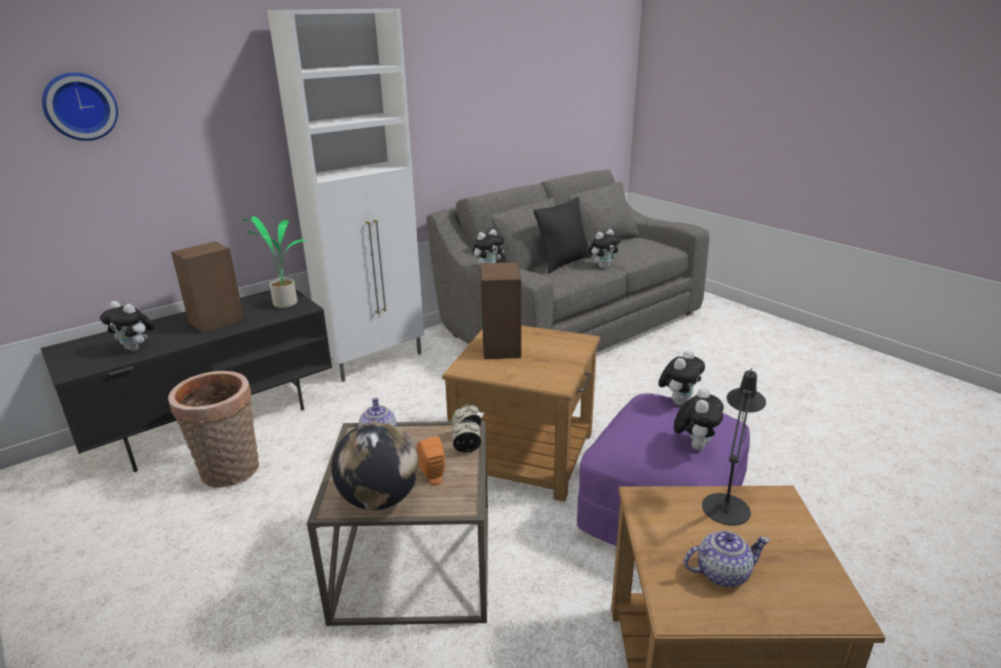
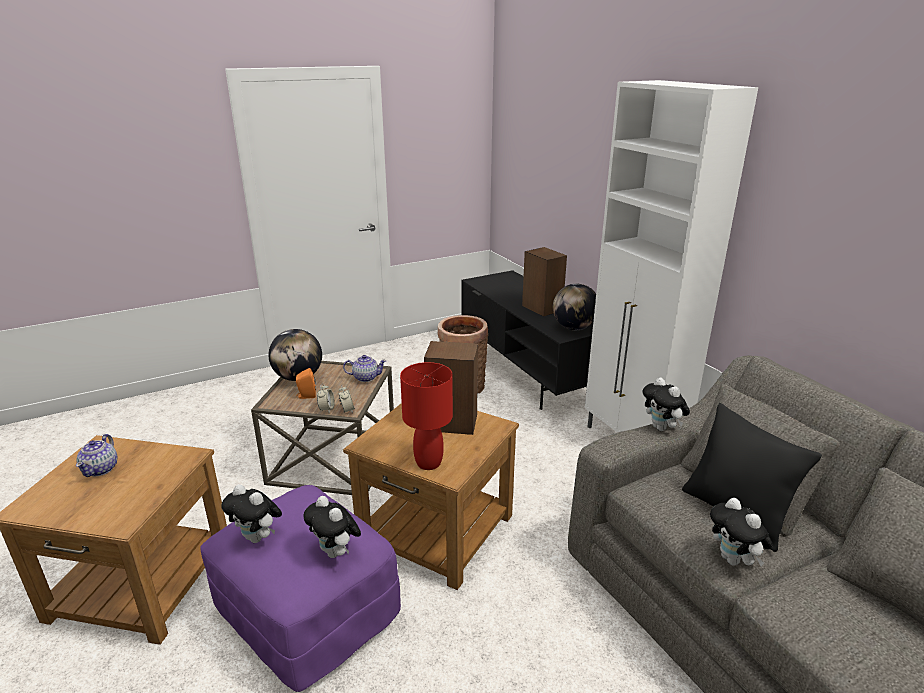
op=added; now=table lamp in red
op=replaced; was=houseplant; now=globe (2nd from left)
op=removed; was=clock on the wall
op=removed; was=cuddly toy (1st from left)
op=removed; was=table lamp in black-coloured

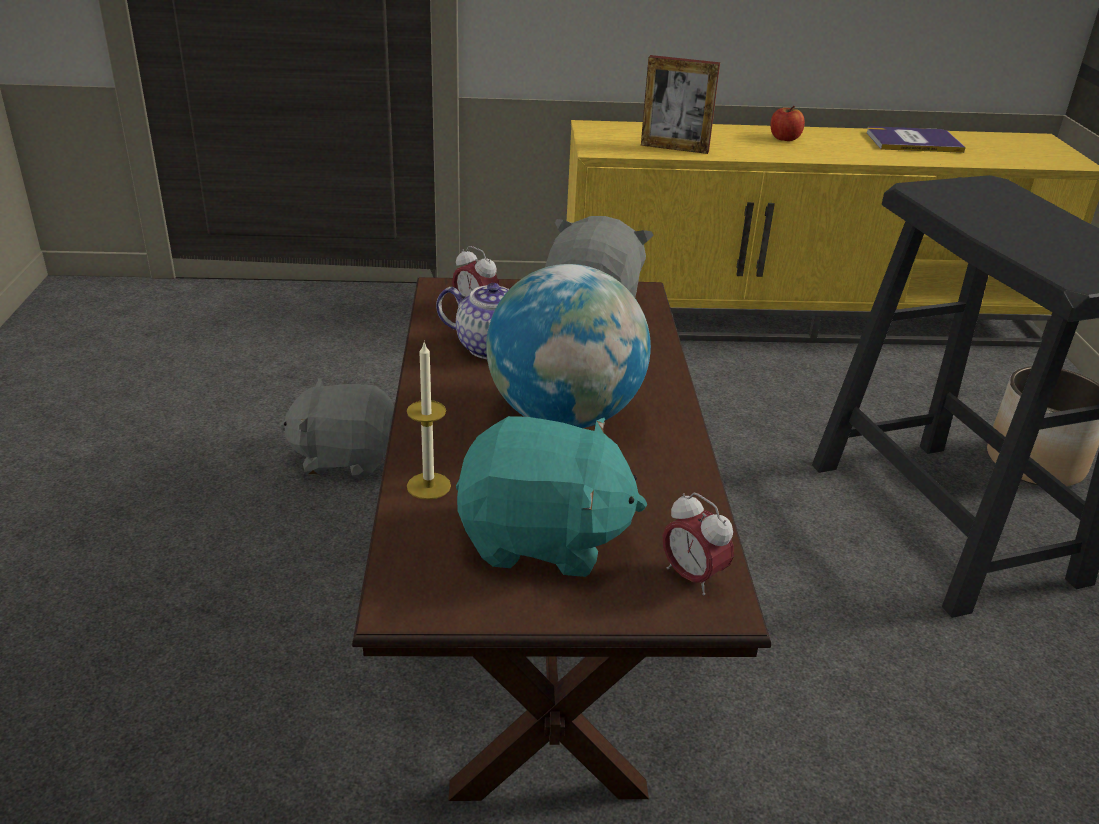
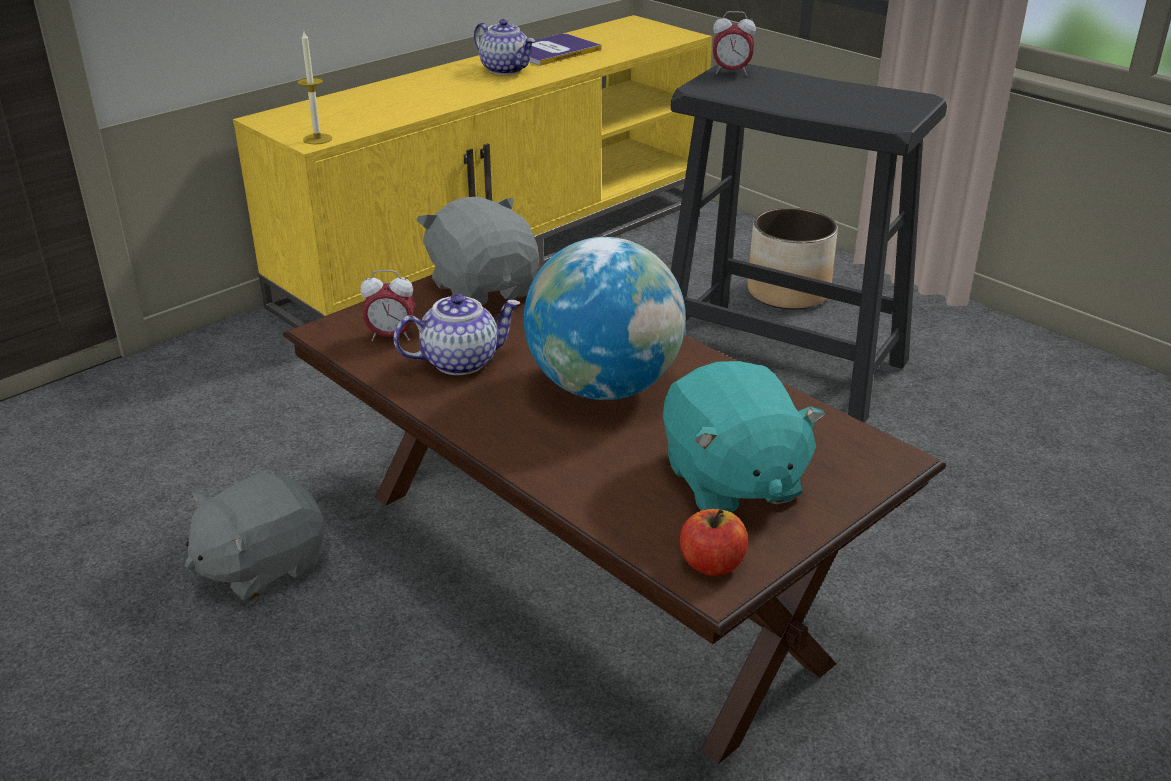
op=moved; was=candle
op=added; now=pot for tea (2nd from left)
op=turned; was=cuddly toy in blue-green; clockwise=105
op=moved; was=apple
op=moved; was=alarm clock (2nd from left)
op=removed; was=picture frame

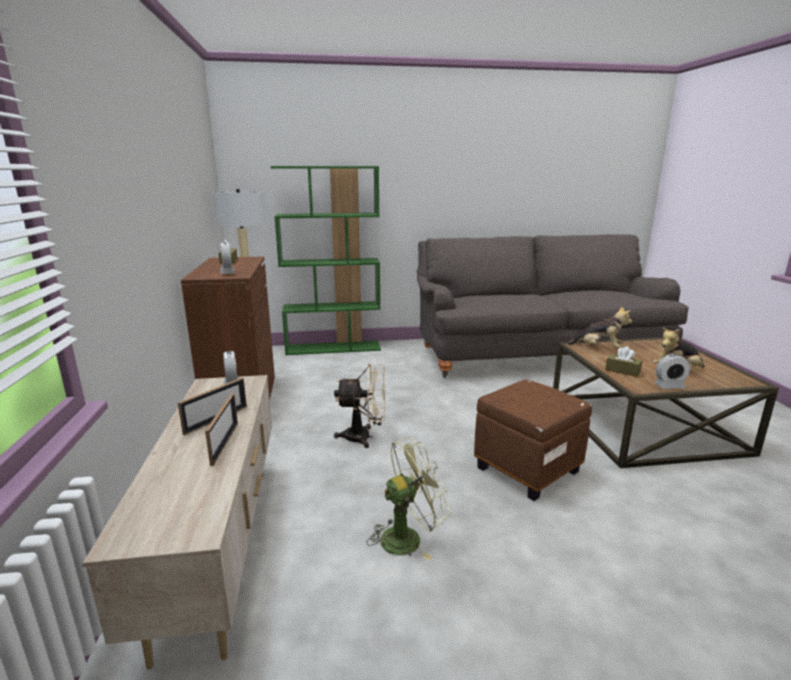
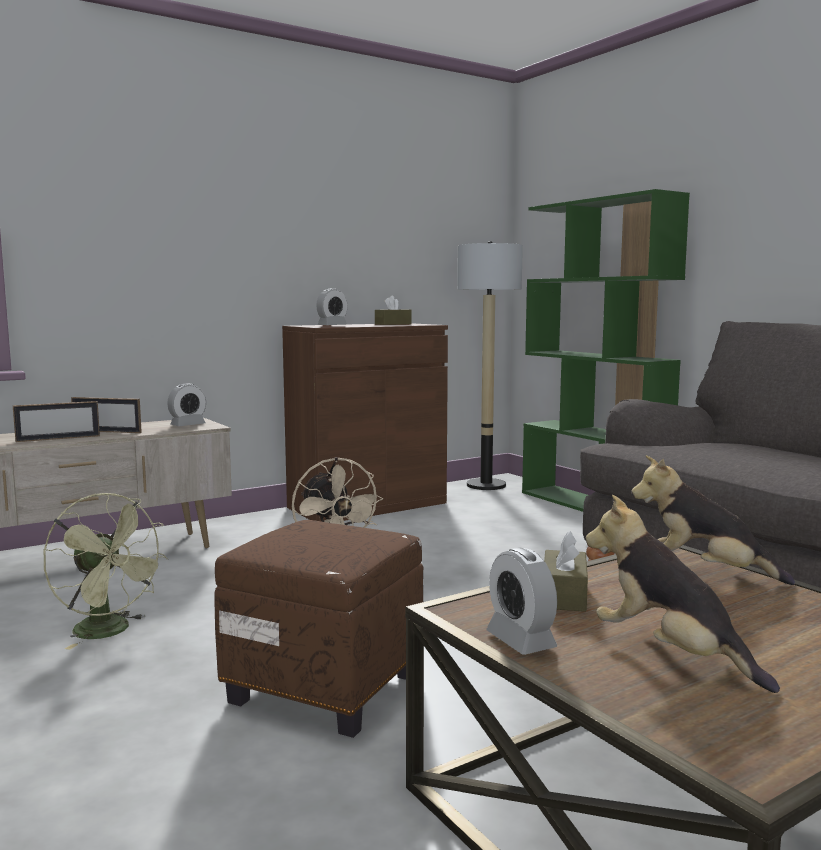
op=turned; was=cuddly toy (1st from left in the first image); clockwise=120

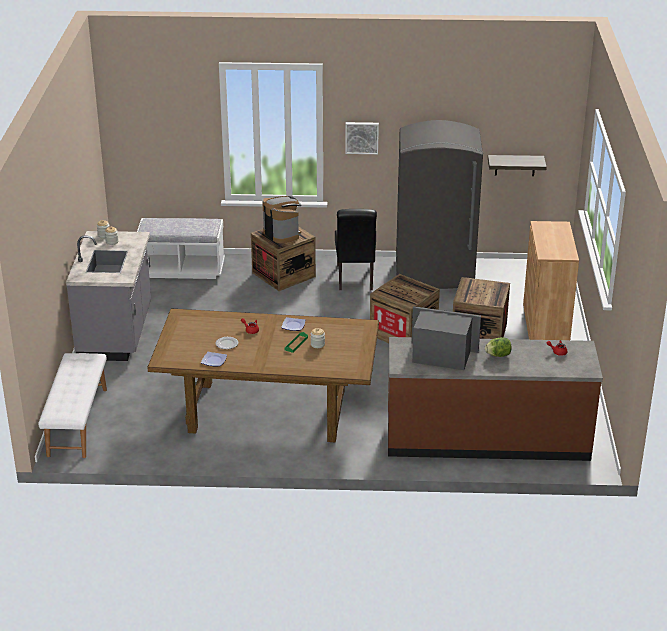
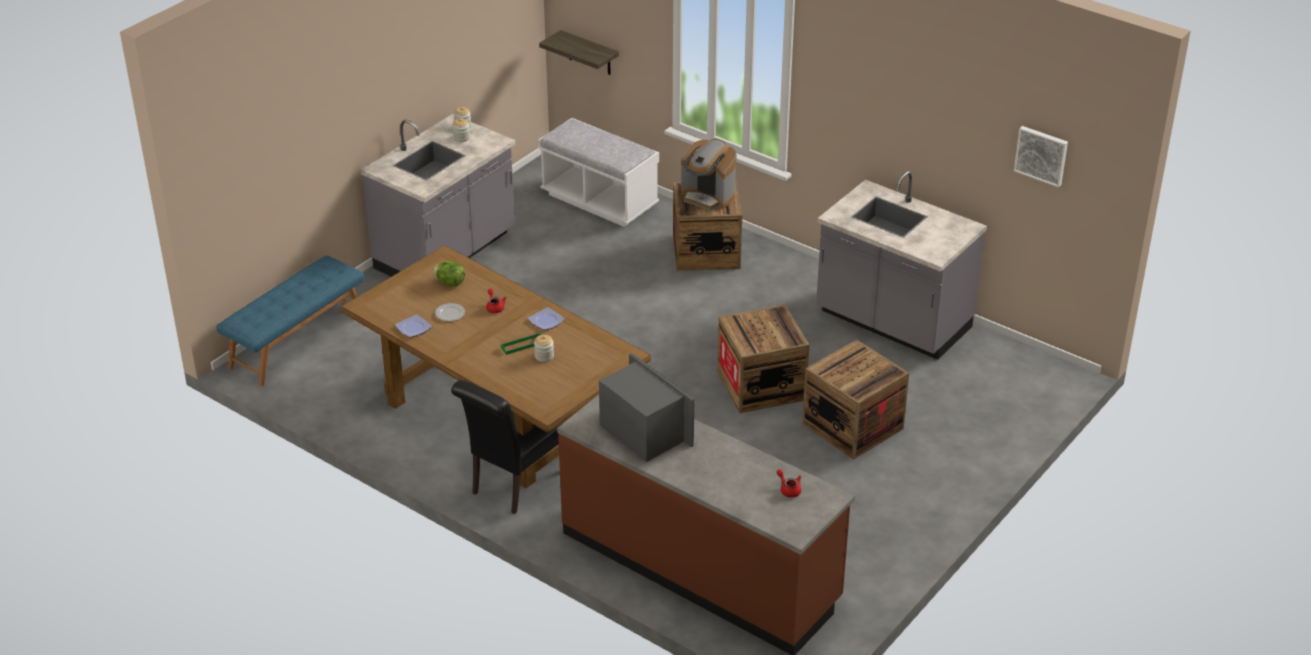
op=recoloured; was=indoor bench in white-coloured (1st from left); now=indoor bench in blue
op=moved; was=lettuce
op=moved; was=plain chair in black-coloured
op=moved; was=wall shelf
op=turned; was=coffee maker; clockwise=120
op=replaced; was=refrigerator in gray; now=counter in gray (2nd from left)
op=moved; was=wall art
op=removed; was=cupboard in brownish

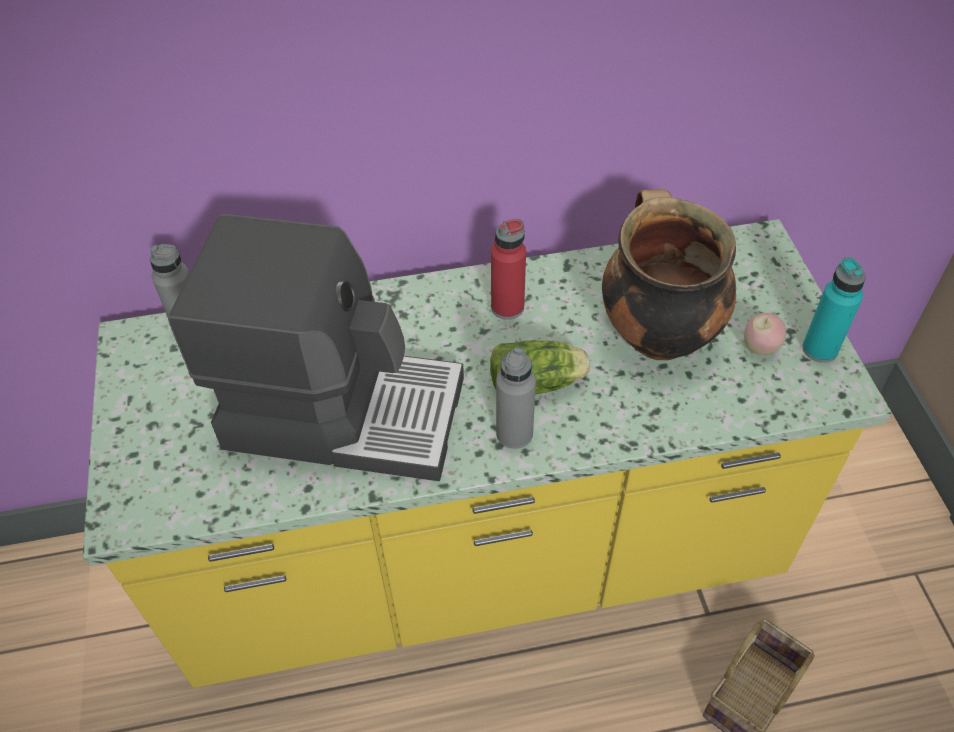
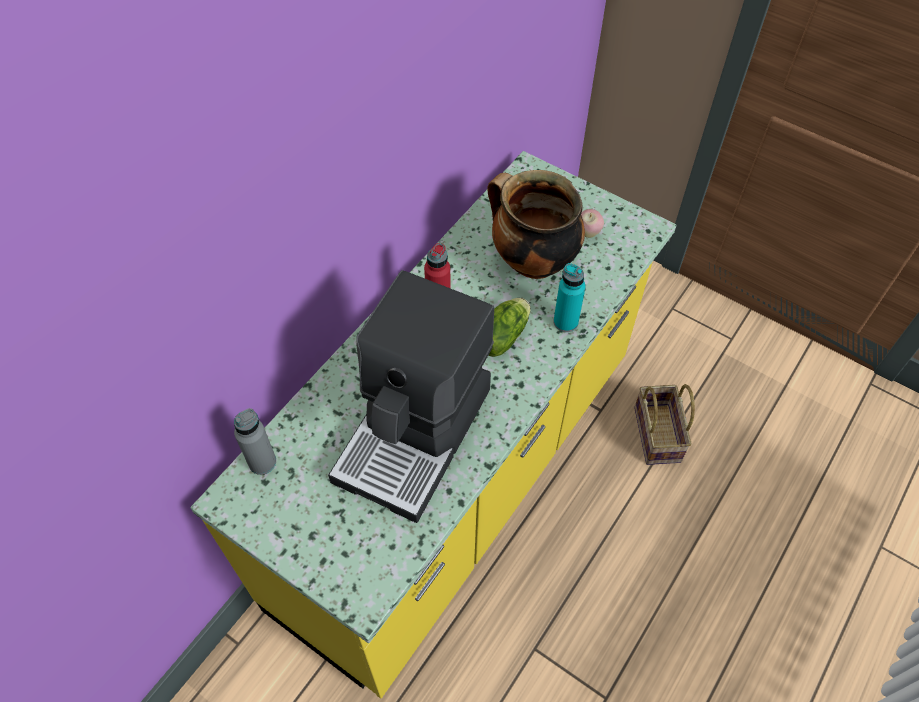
op=turned; was=coffee maker; clockwise=150
op=moved; was=beverage bottle in blue-green
op=removed; was=beverage bottle in gray (2nd from left)

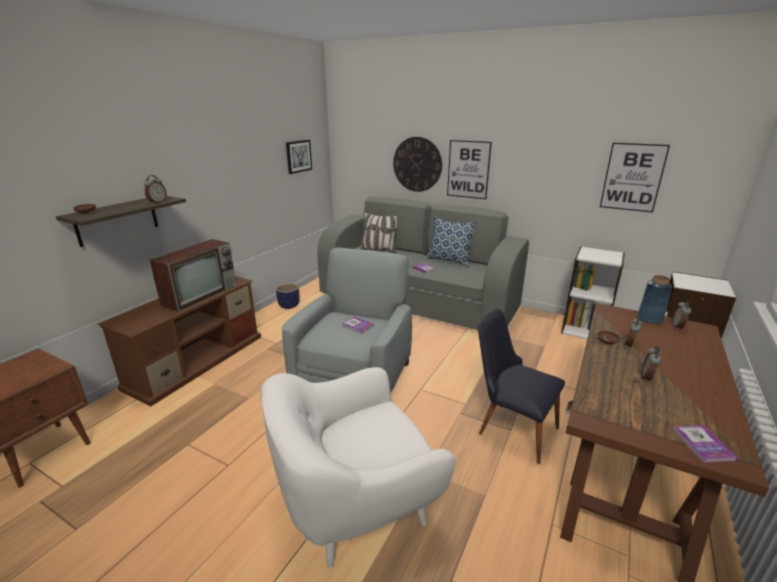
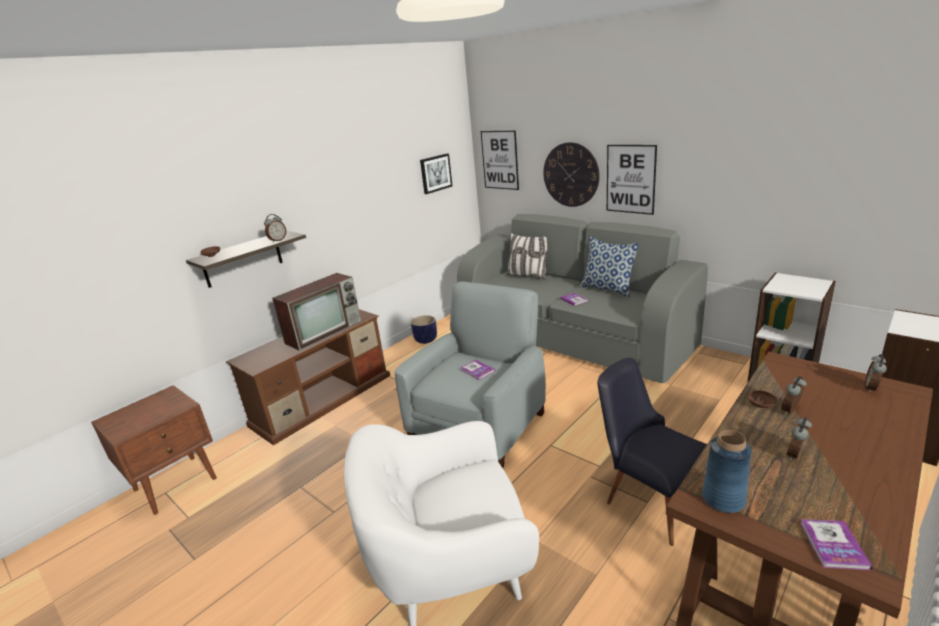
op=moved; was=wall art (3rd from left in the first image); now=wall art (2nd from left)
op=moved; was=flower vase in blue

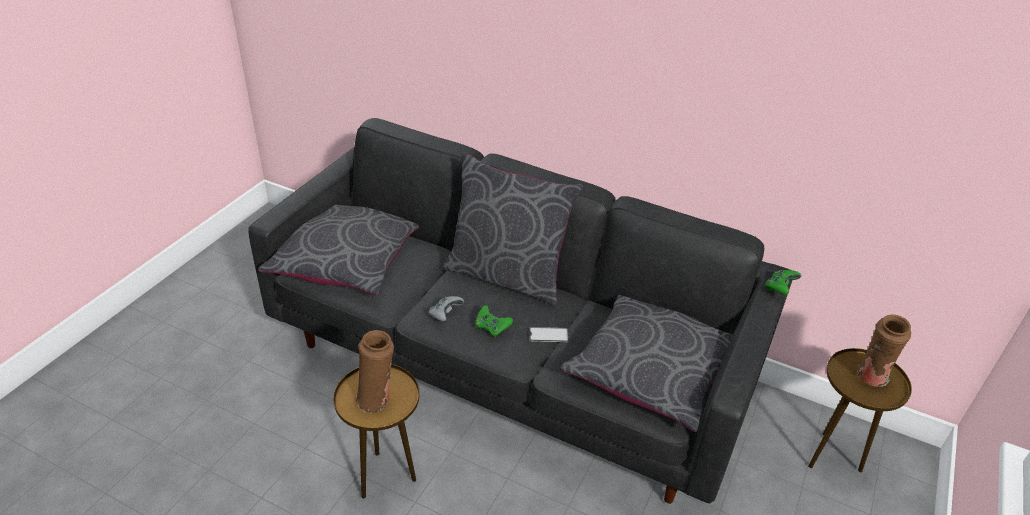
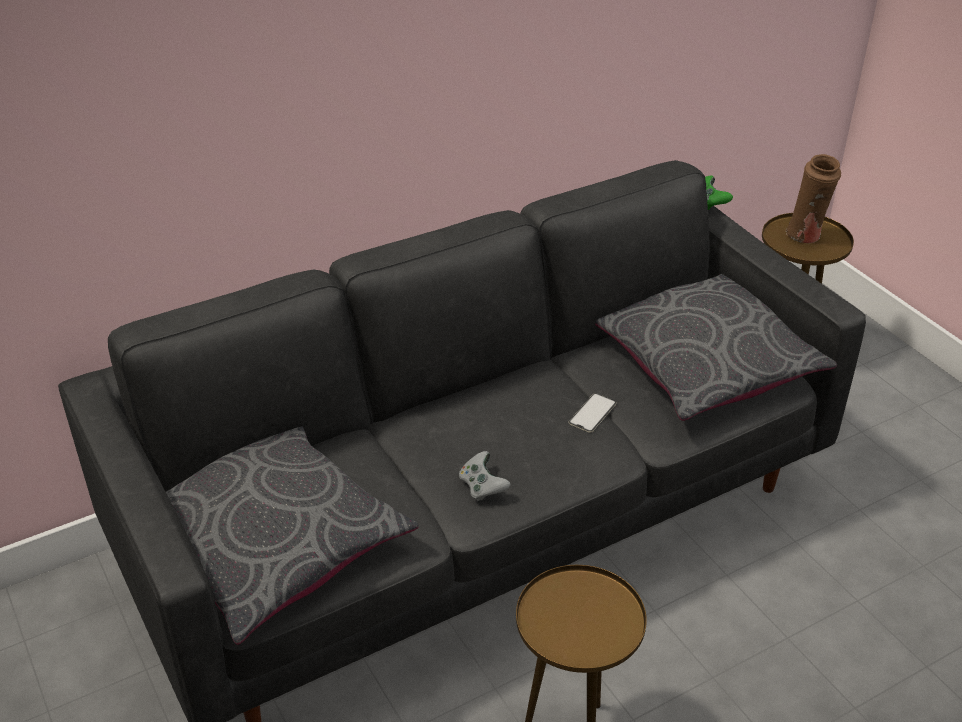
op=removed; was=flower vase in brownish (1st from left)
op=removed; was=throw pillow in gray (2nd from left)
op=removed; was=joypad in greenish (1st from left)

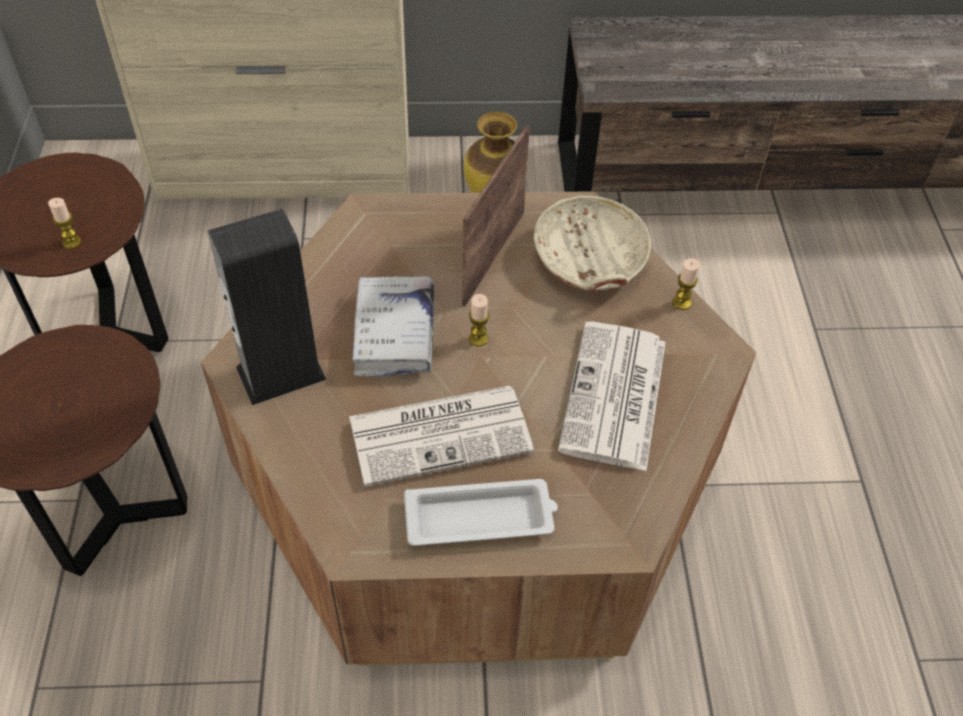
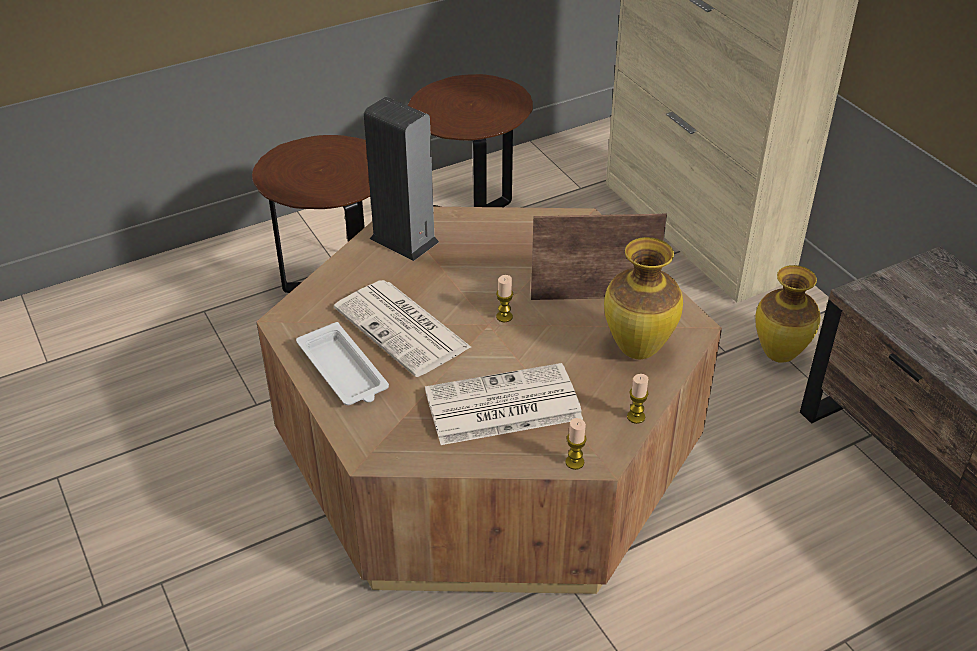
op=moved; was=candle (1st from left in the first image); now=candle (2nd from left)
op=replaced; was=bowl in sand-coloured; now=flower vase (1st from left)
op=removed; was=bound book in white-coloured

